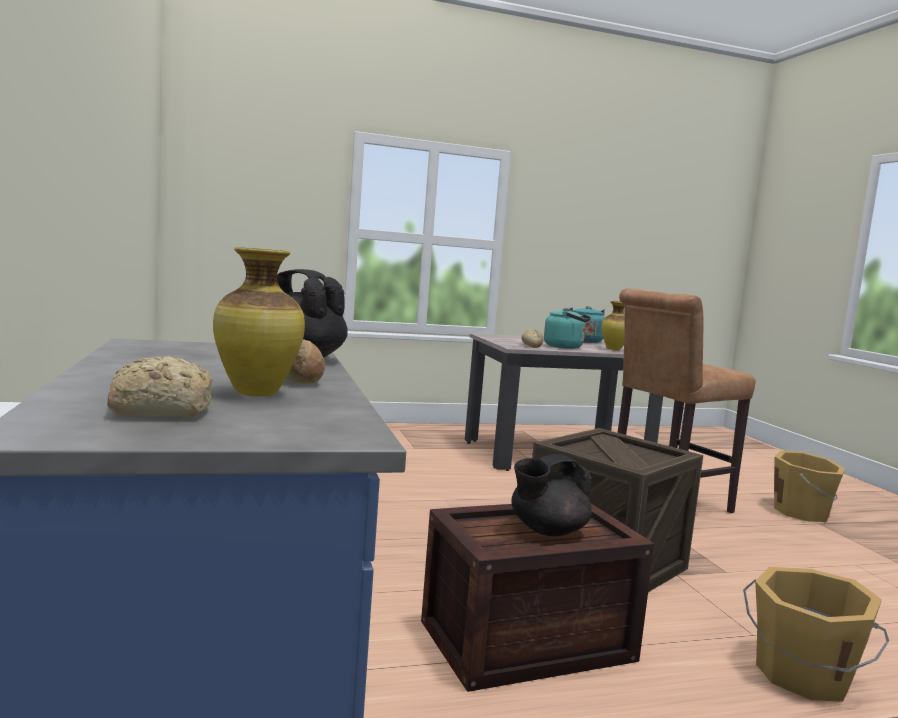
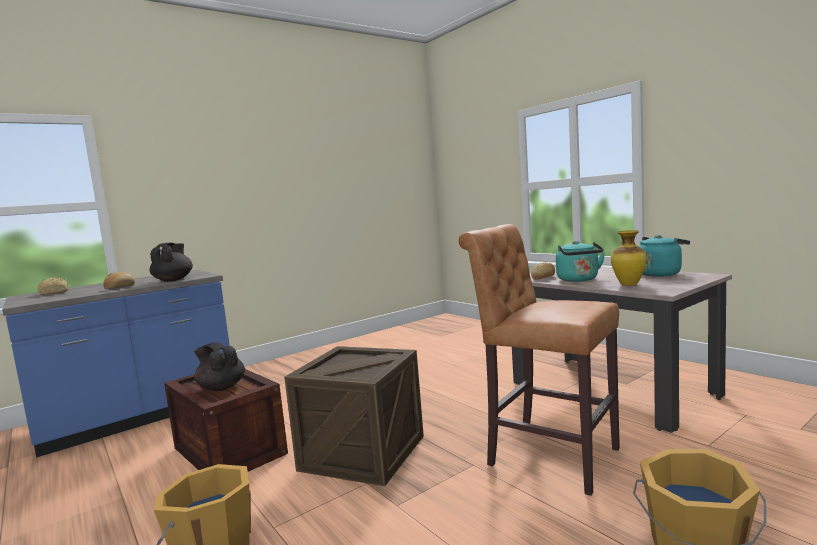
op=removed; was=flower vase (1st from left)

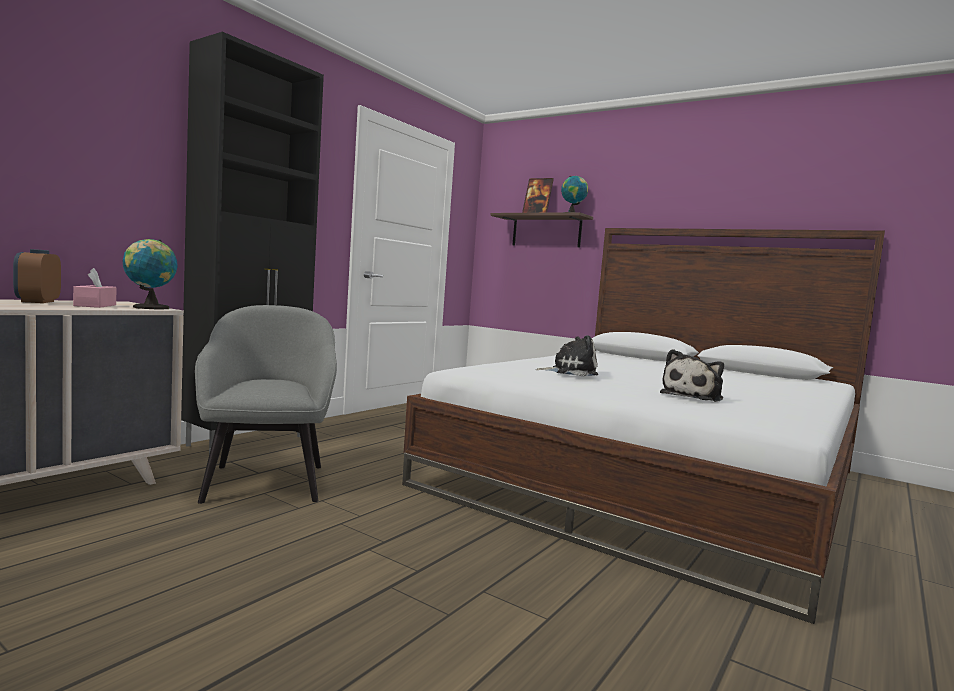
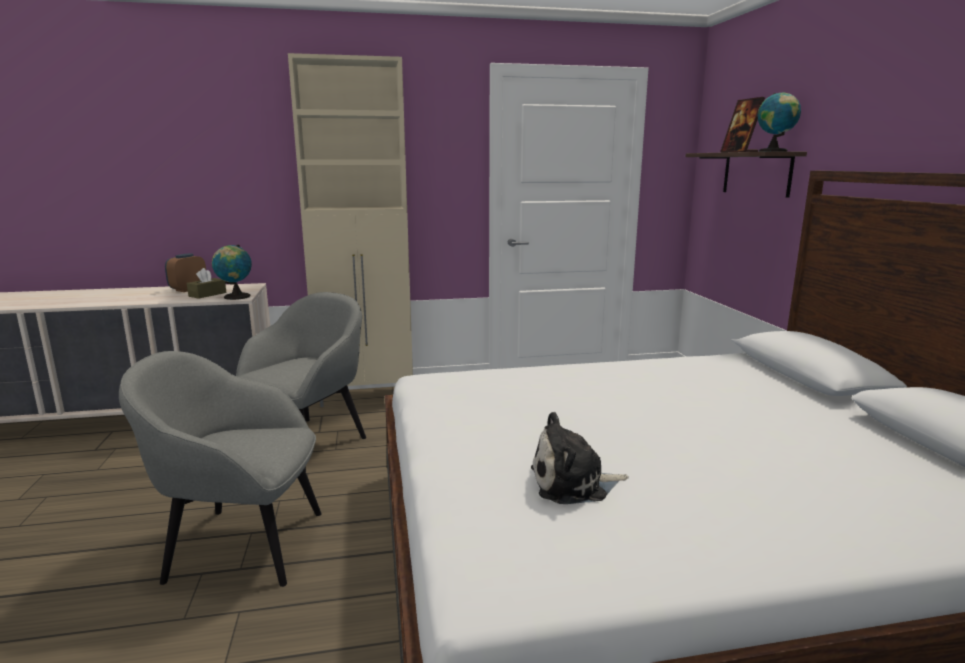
op=added; now=easy chair in gray (1st from left)
op=recoloured; was=box of tissues in pink; now=box of tissues in brownish
op=recoloured; was=cupboard in black-coloured; now=cupboard in sand-coloured
op=removed; was=cuddly toy (1st from left)

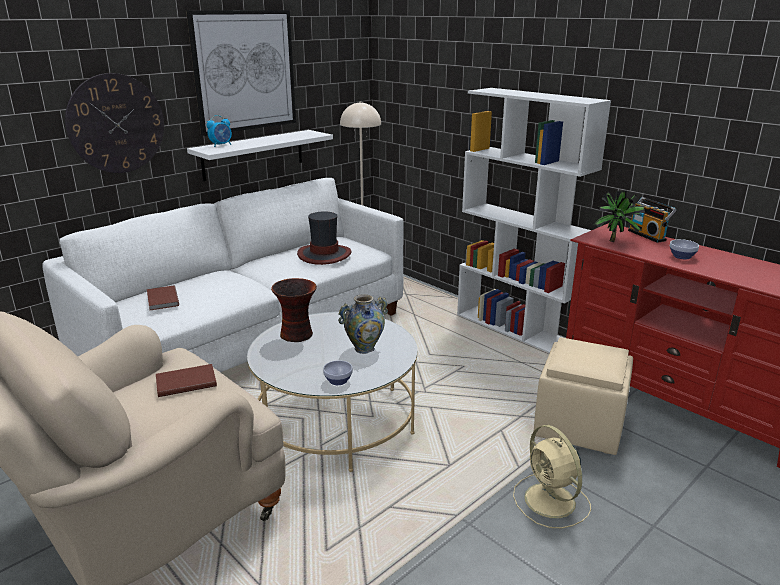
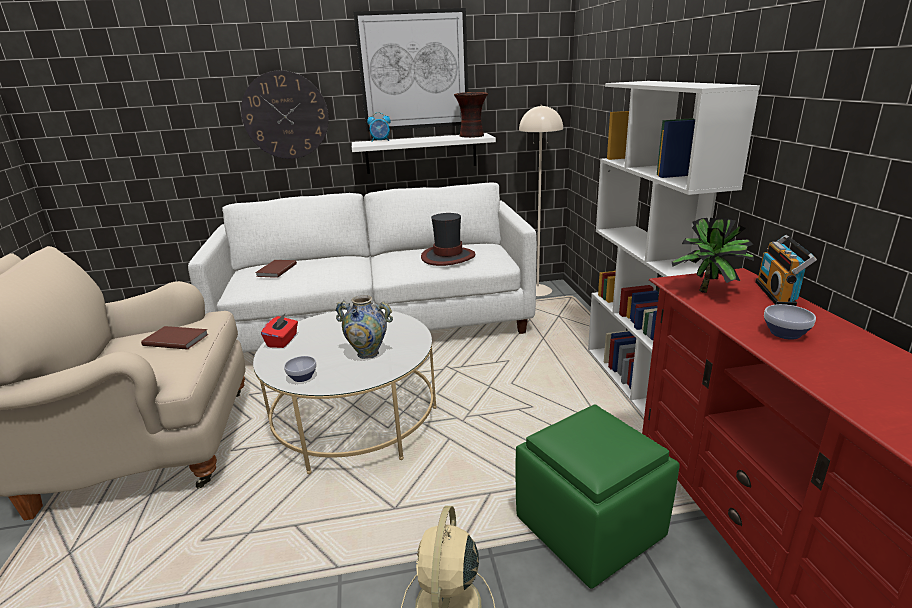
op=added; now=box of tissues in red
op=moved; was=flower vase (1st from left in the first image); now=flower vase (2nd from left)
op=recoloured; was=footrest in sand-coloured; now=footrest in greenish

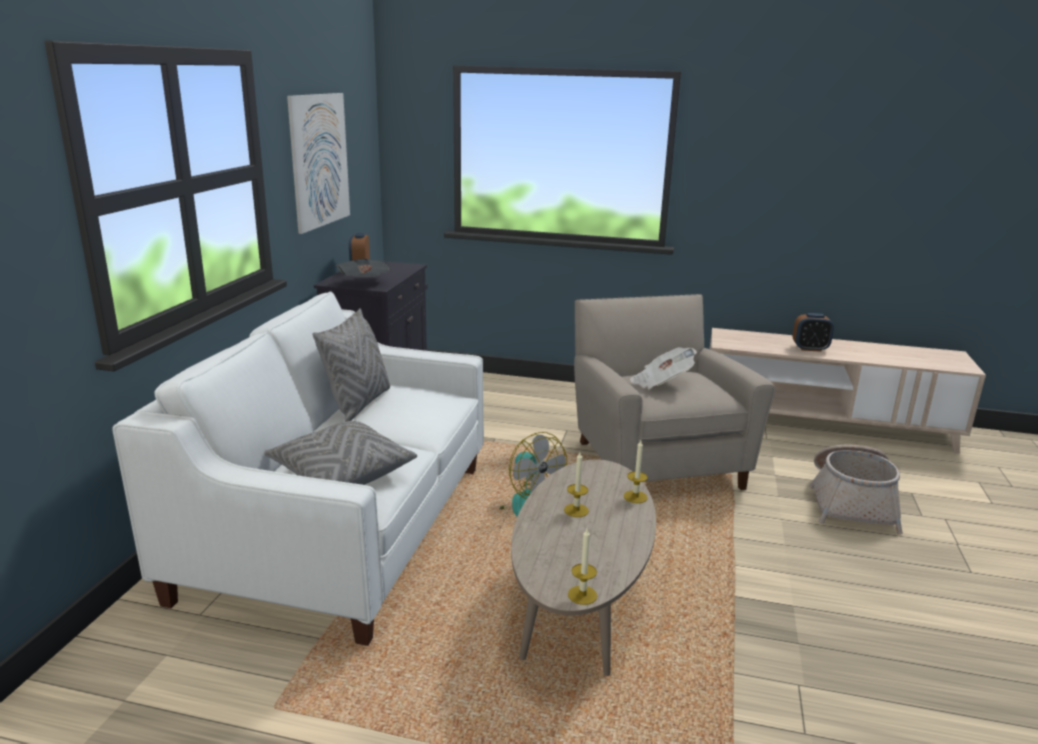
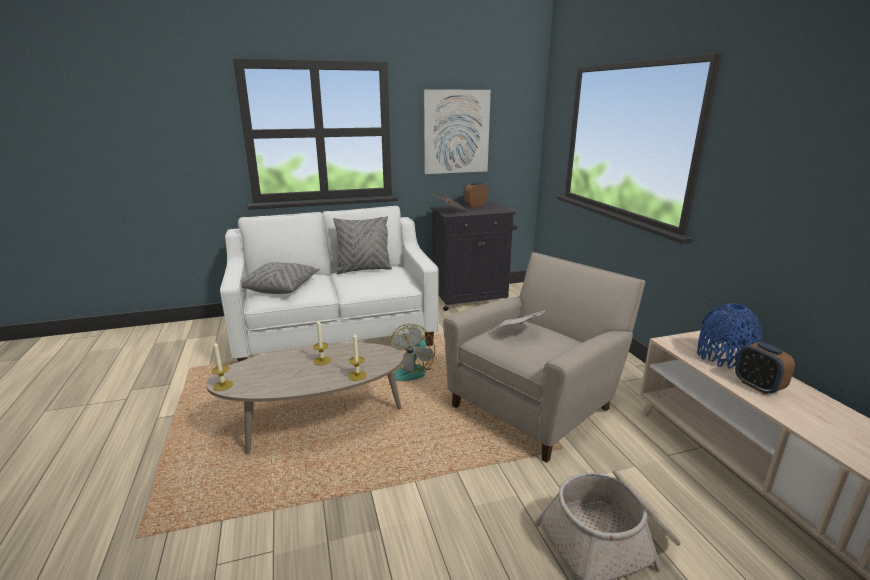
op=added; now=flower vase in blue

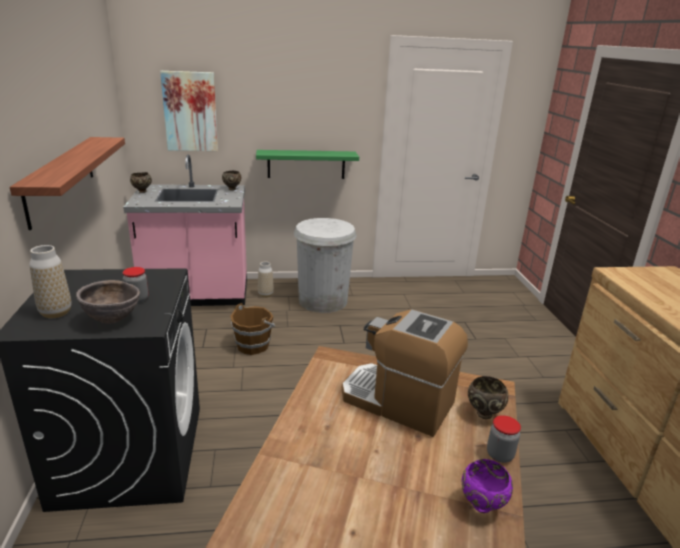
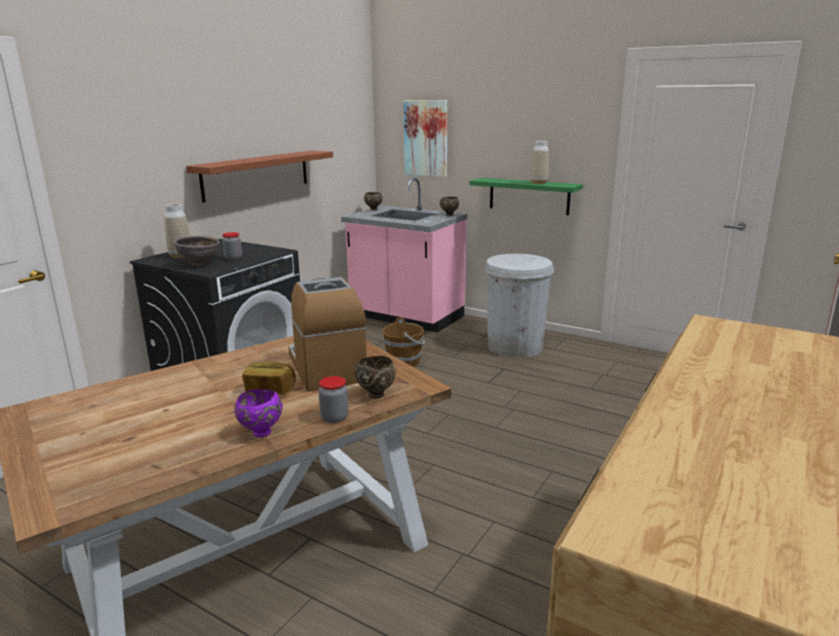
op=added; now=baked bread
op=moved; was=flower vase (2nd from left)

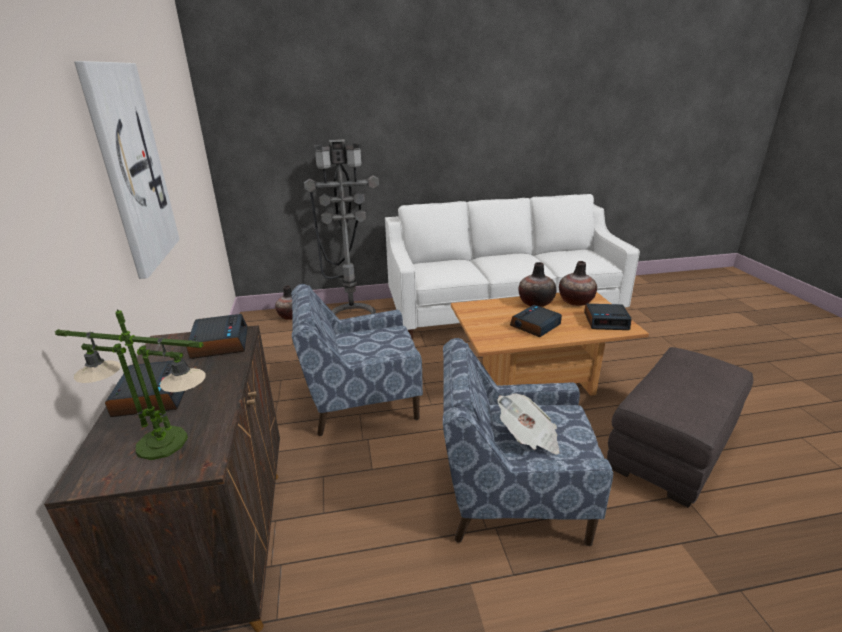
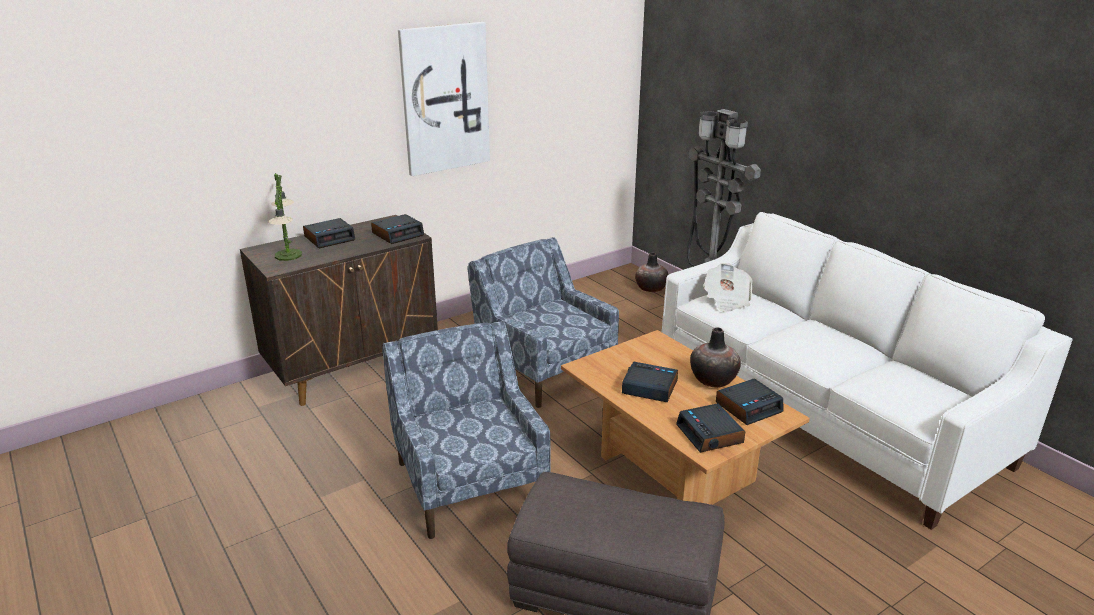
op=moved; was=newspaper
op=replaced; was=flower vase (3rd from left); now=alarm clock (5th from left)

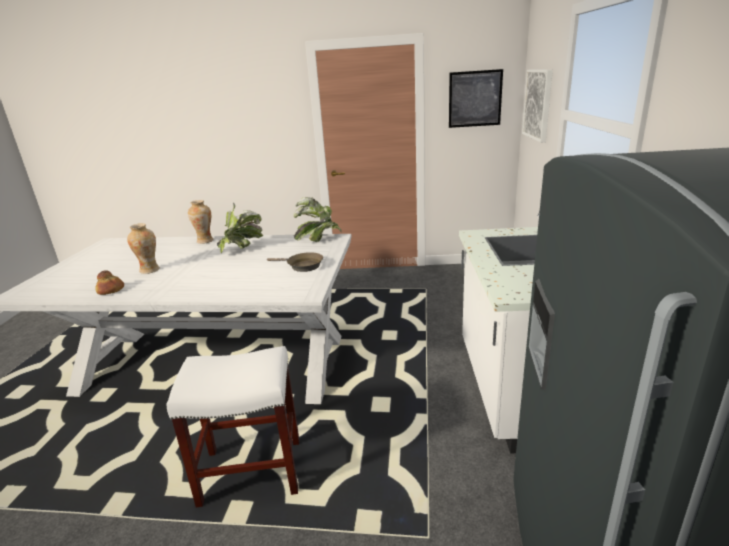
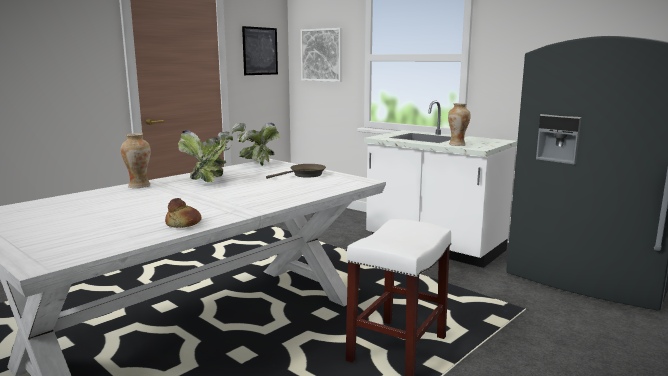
op=moved; was=flower vase (1st from left in the first image); now=flower vase (2nd from left)

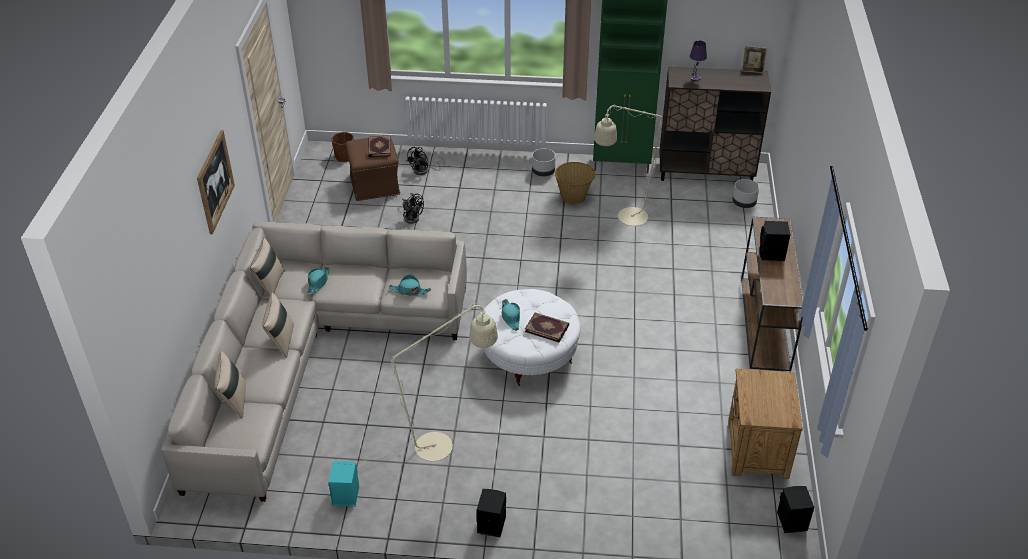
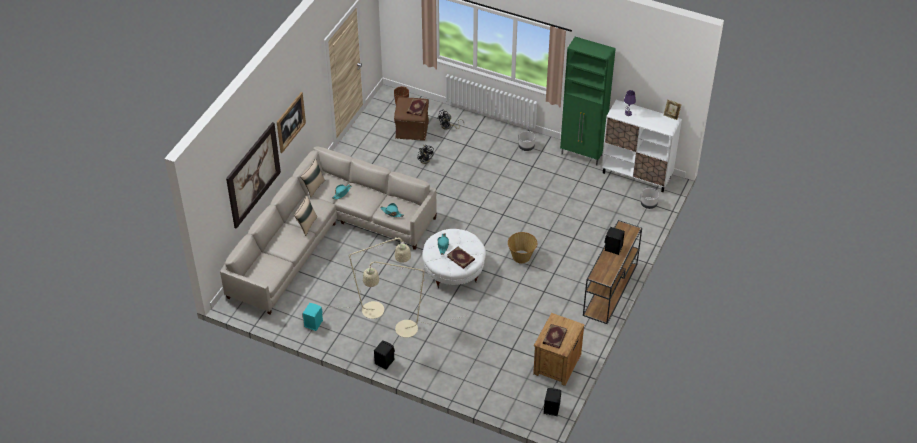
op=added; now=wall art (1st from left)
op=moved; was=floor lamp in sand-coloured (2nd from left)
op=moved; was=basket
op=added; now=bound book (3rd from left)
op=recoloured; was=cupboard in brownish; now=cupboard in white-coloured
op=removed; was=throw pillow in sand-coloured (1st from left)

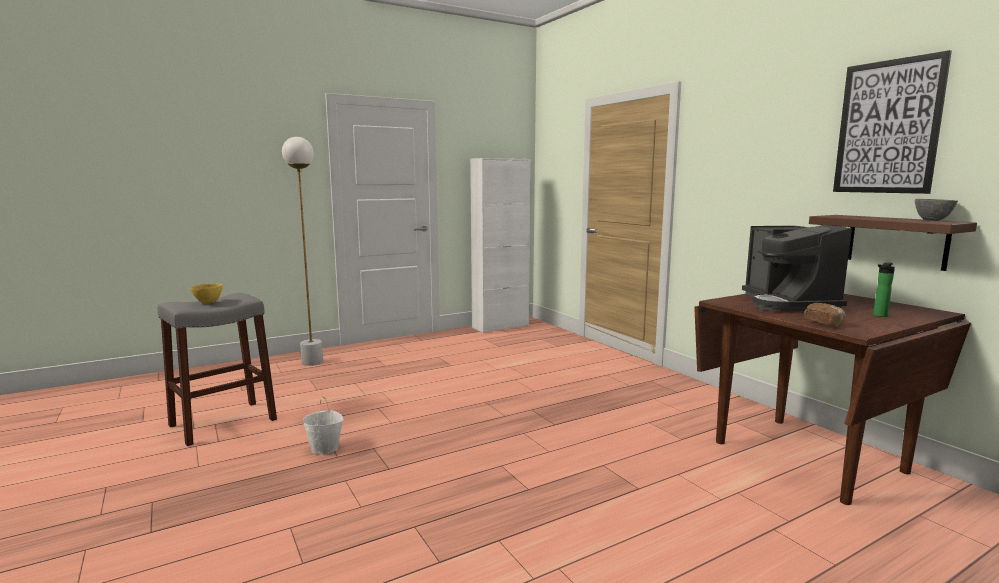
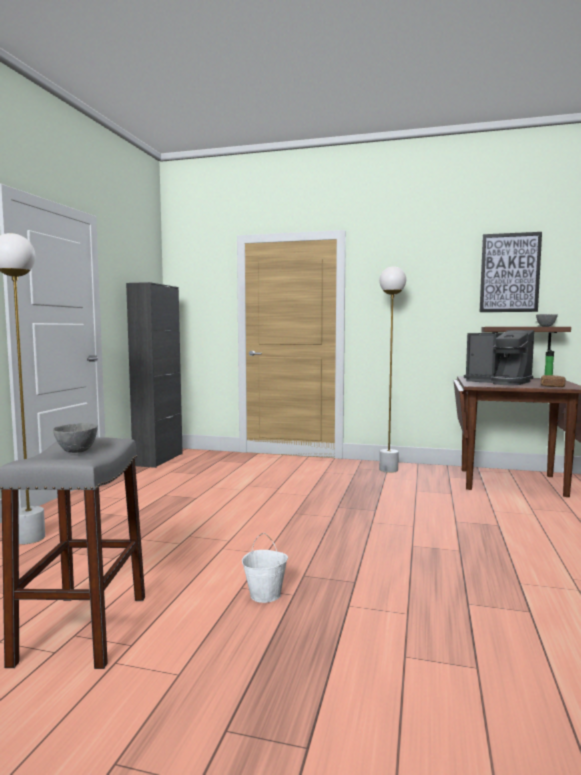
op=recoloured; was=bowl in yellow-coloured; now=bowl in gray (1st from left)
op=recoloured; was=cupboard in white-coloured; now=cupboard in black-coloured
op=added; now=floor lamp in white-coloured (2nd from left)

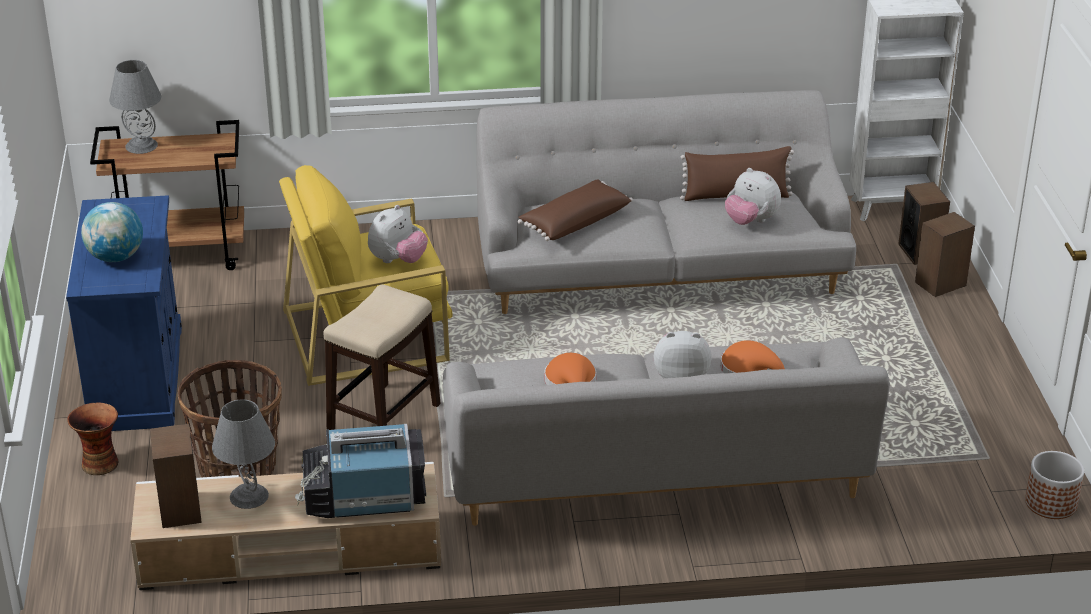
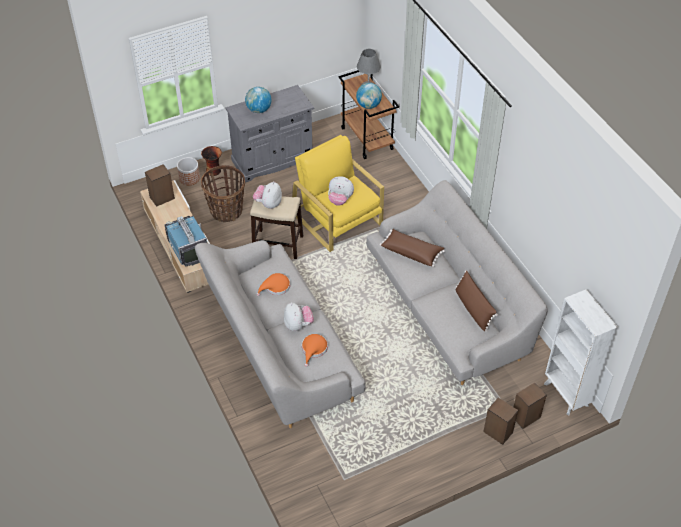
op=moved; was=planter
op=recoloured; was=cupboard in blue; now=cupboard in gray
op=moved; was=cuddly toy (3rd from left in the first image); now=cuddly toy (1st from left)
op=added; now=globe (2nd from left)
op=removed; was=table lamp in gray (2nd from left)

